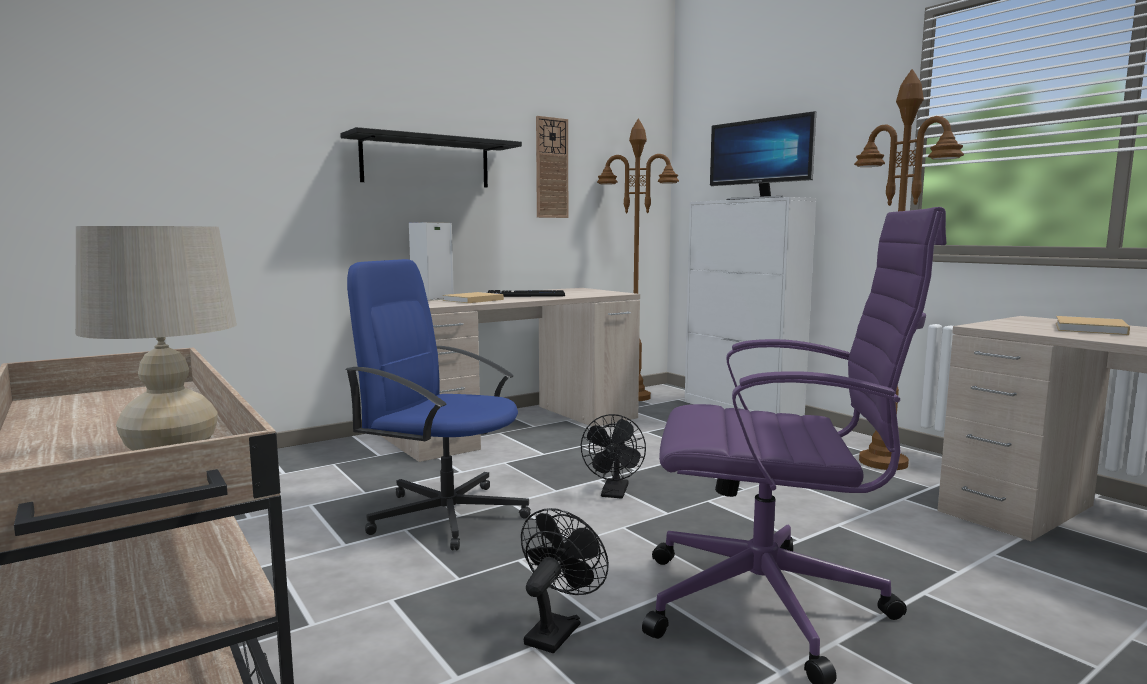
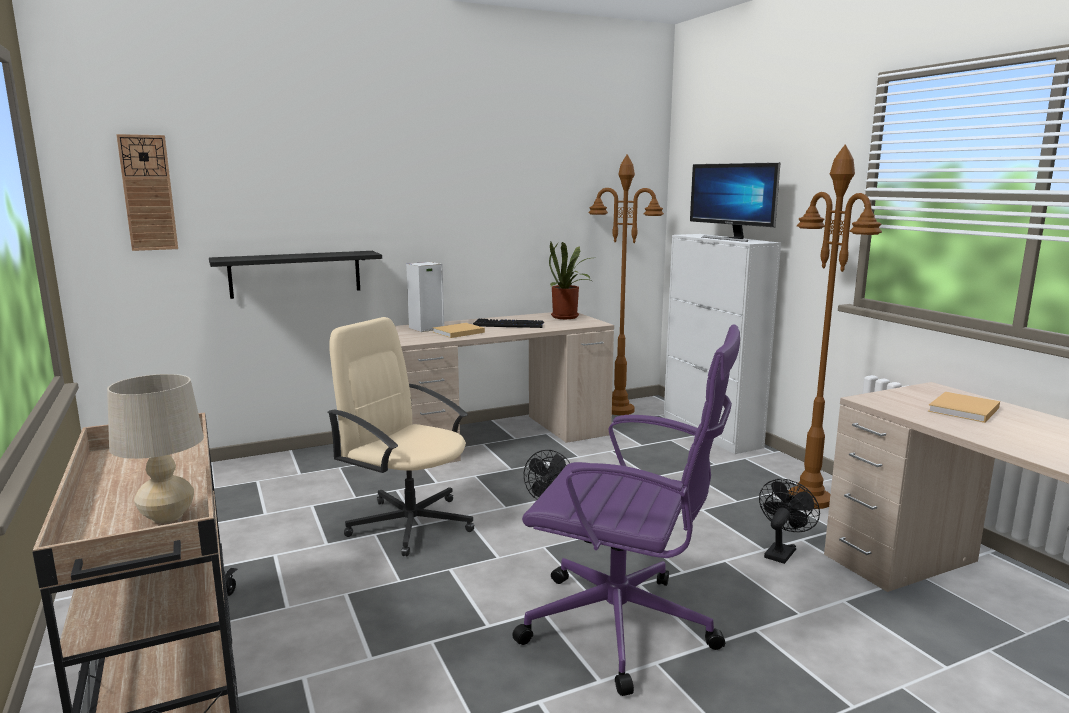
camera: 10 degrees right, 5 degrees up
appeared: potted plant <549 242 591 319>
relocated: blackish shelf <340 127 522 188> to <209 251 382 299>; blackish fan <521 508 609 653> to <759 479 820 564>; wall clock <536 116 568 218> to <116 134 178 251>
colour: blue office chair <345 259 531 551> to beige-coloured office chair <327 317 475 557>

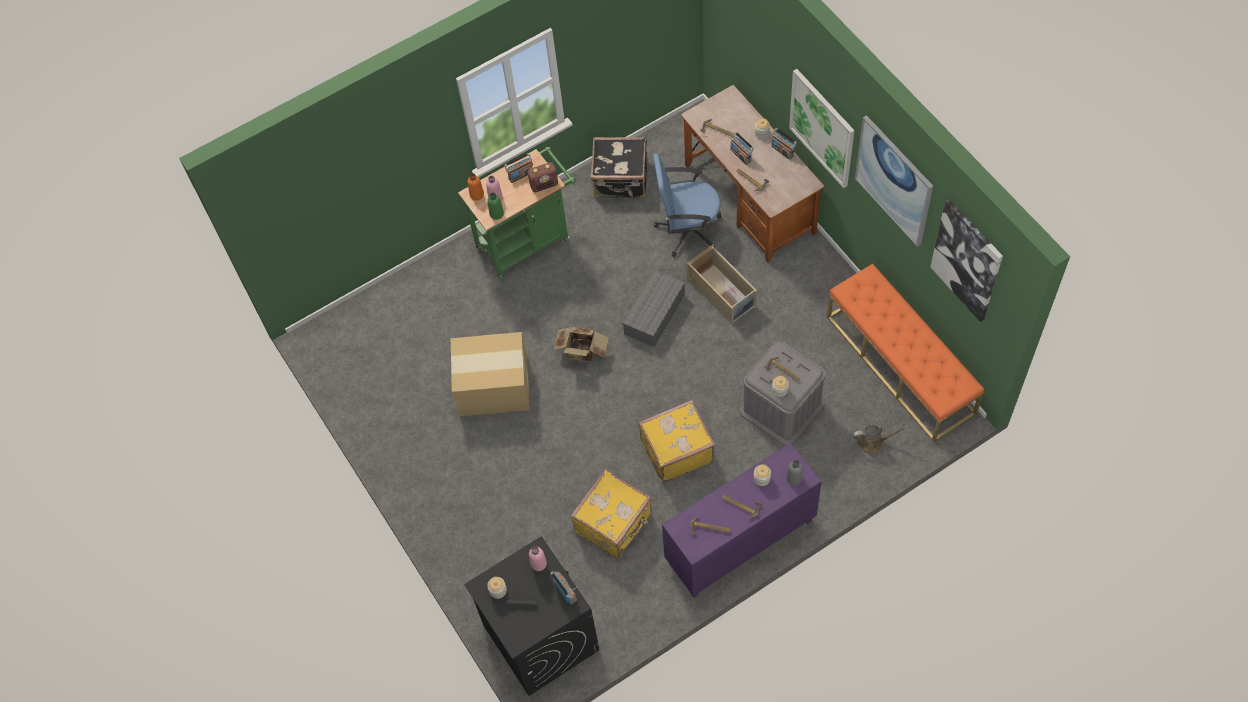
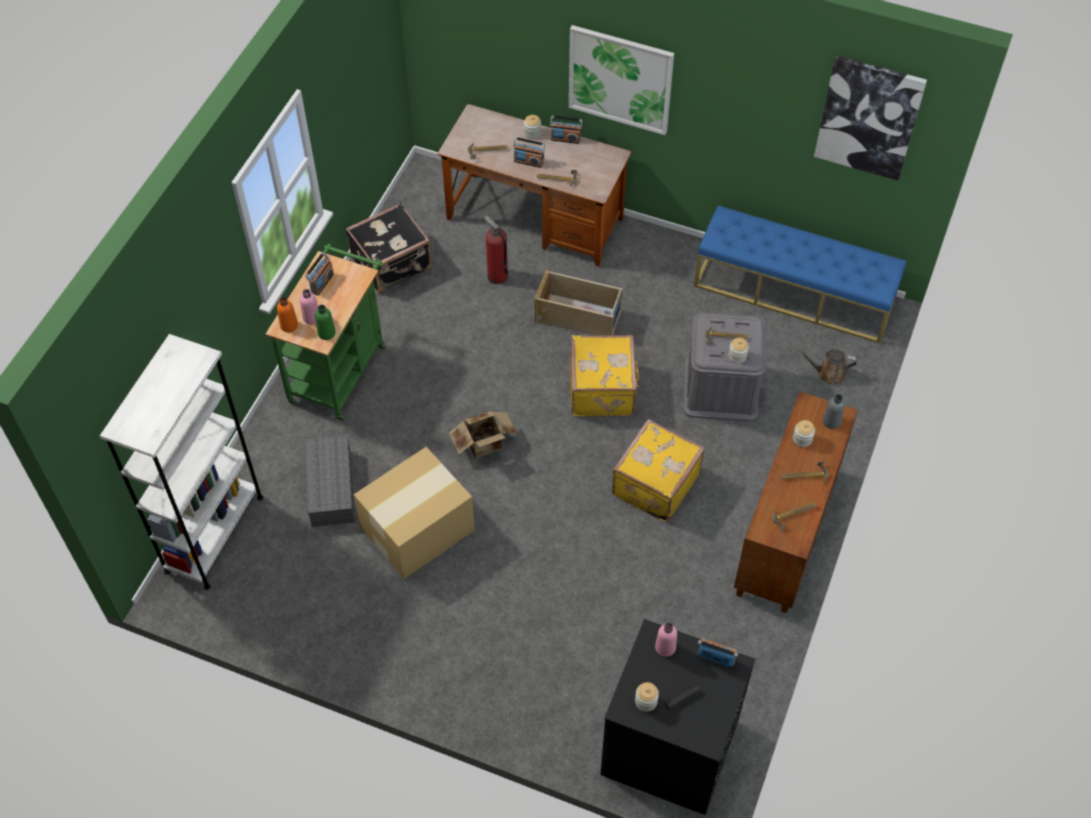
camera: 40 degrees left, 5 degrees down
missing: radio set <528 162 558 192>; picture <855 115 933 247>
appeared: white bookshelf <100 334 263 590>
relocated: yellowish travel case <571 470 652 558> to <570 335 639 417>; grey storage box <622 270 685 347> to <305 435 355 527>
exchanged: blue office chair <653 154 721 257> to extinguisher <485 216 508 285>
colour: purple cupboard <662 443 822 598> to brownish cupboard <734 392 858 613>; orange bench <827 264 984 442> to blue bench <694 205 907 344>
spun: brownish sprinkling can <853 425 909 454> = <797 348 857 385> 135 degrees counterclockwise

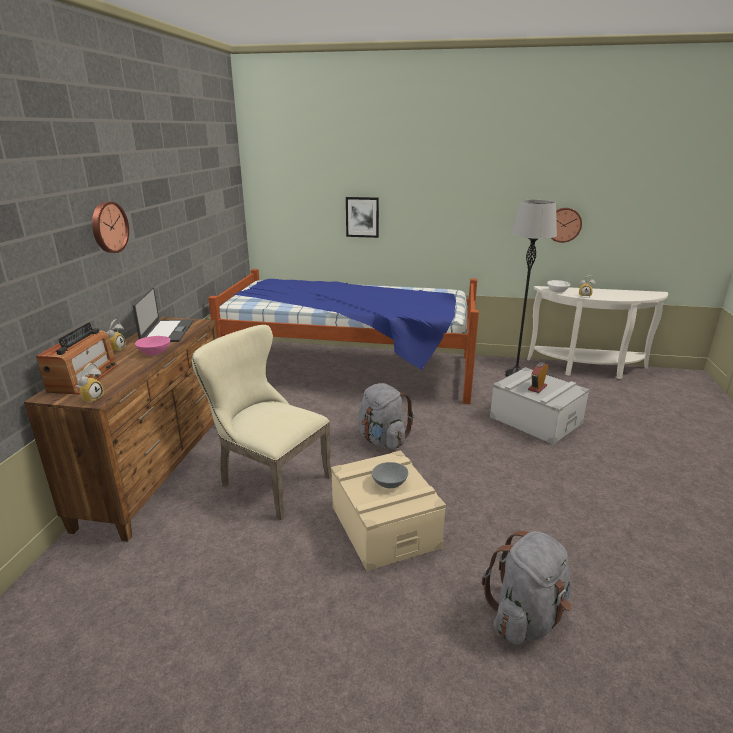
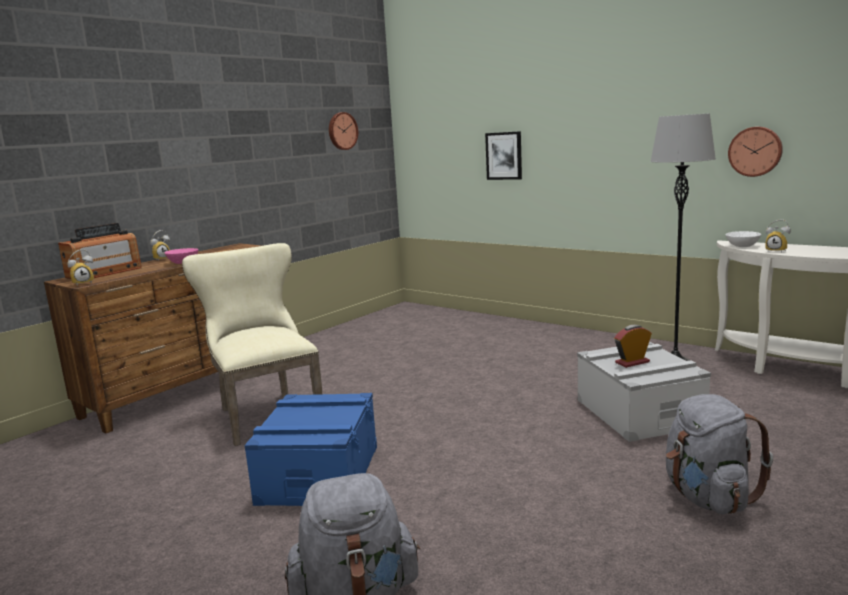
camera: 30 degrees right, 10 degrees down
missing: laptop <132 287 194 342>; bedroom bed <208 269 479 404>; grey serving bowl <372 462 408 488>
relocated: wall clock <92 202 129 253> to <329 112 358 150>; grey knapsack <358 383 414 449> to <666 394 773 514>
colour: beige-coloured storage box <331 450 446 571> to blue storage box <244 393 377 506>

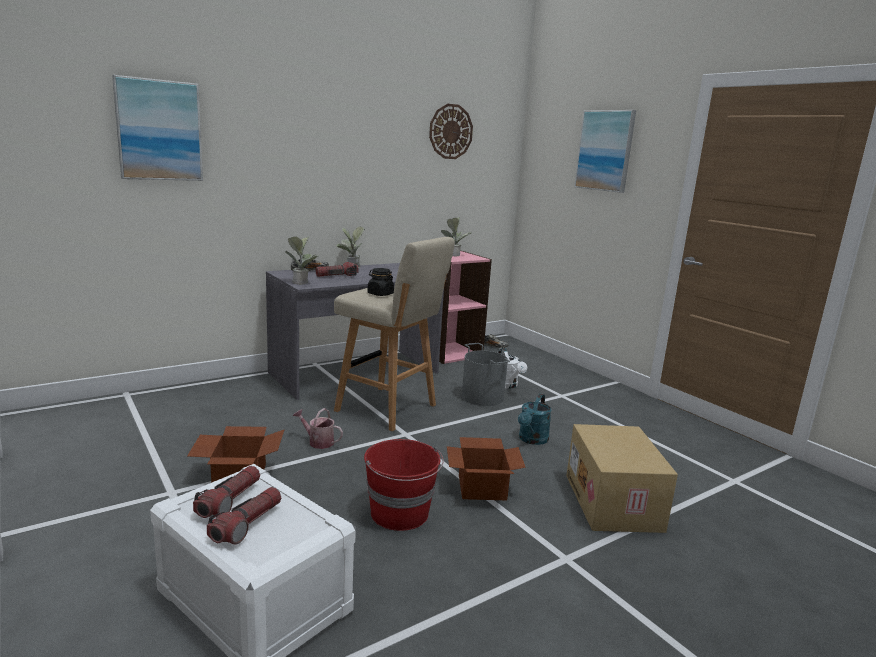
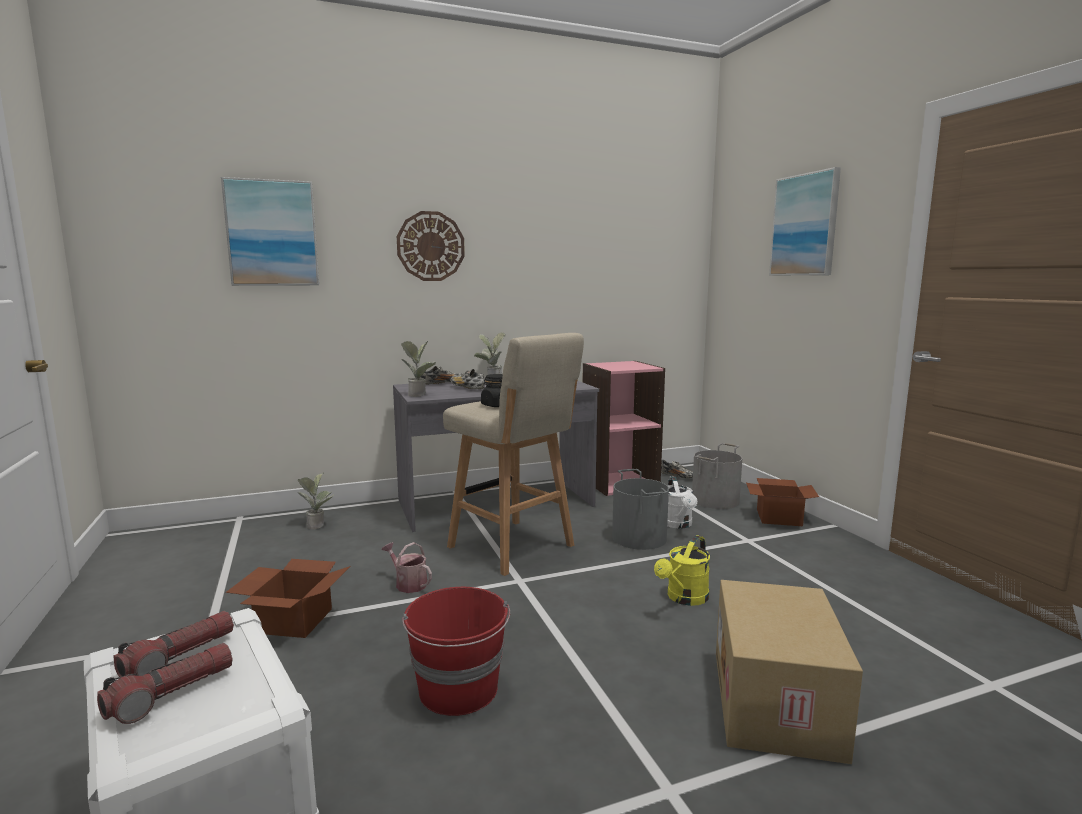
camera: 15 degrees right, 5 degrees down
appeared: grey bucket <692 443 742 509>
relocated: wall clock <429 104 473 159> to <397 211 465 281>; potted plant <441 217 472 257> to <297 473 334 529>; packing box <447 437 526 500> to <746 478 819 526>
exchanged: torch <316 262 358 277> to item of footwear <450 369 485 389>
colour: blue-green sprinkling can <518 394 552 445> to yellowish sprinkling can <654 535 710 606>

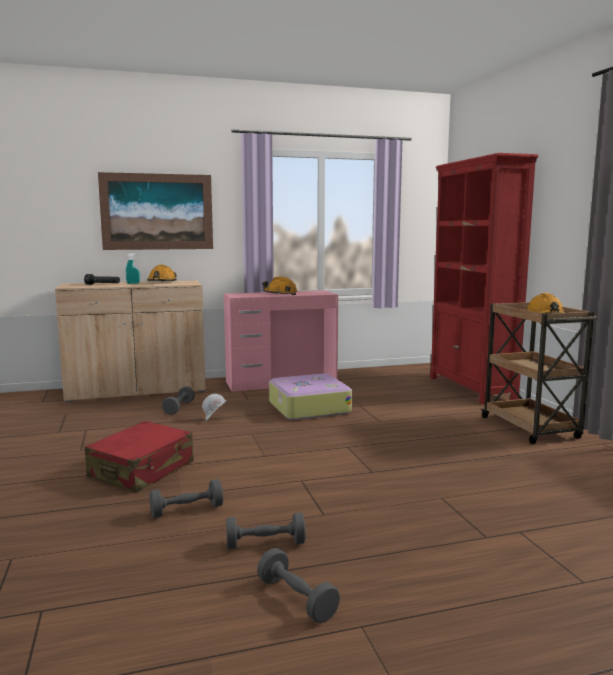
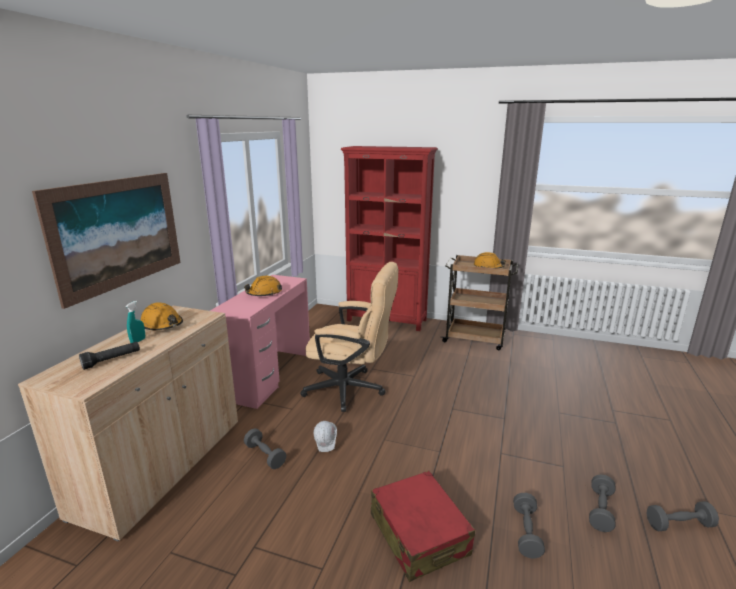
camera: 55 degrees left, 10 degrees up
exchanged: travel case <269 374 352 420> to beige-coloured office chair <300 262 398 412>

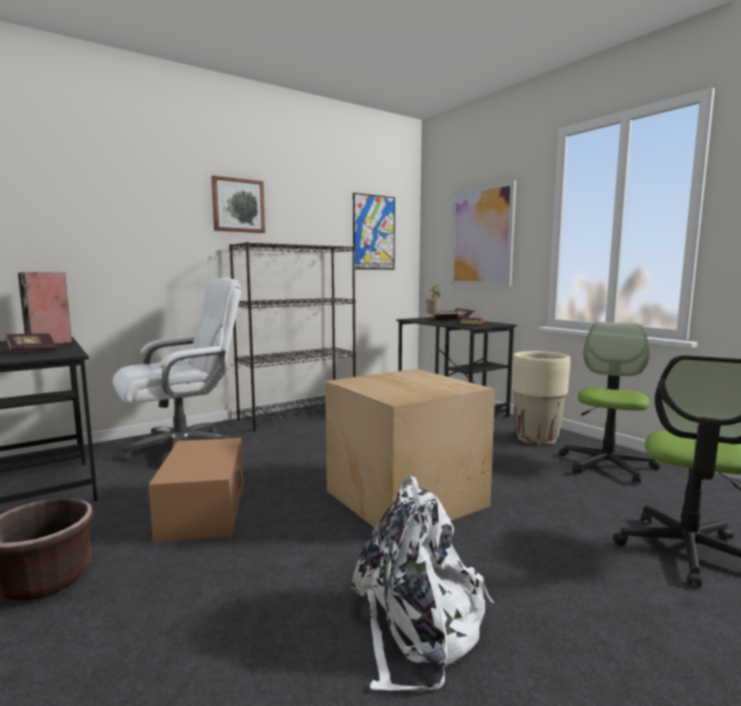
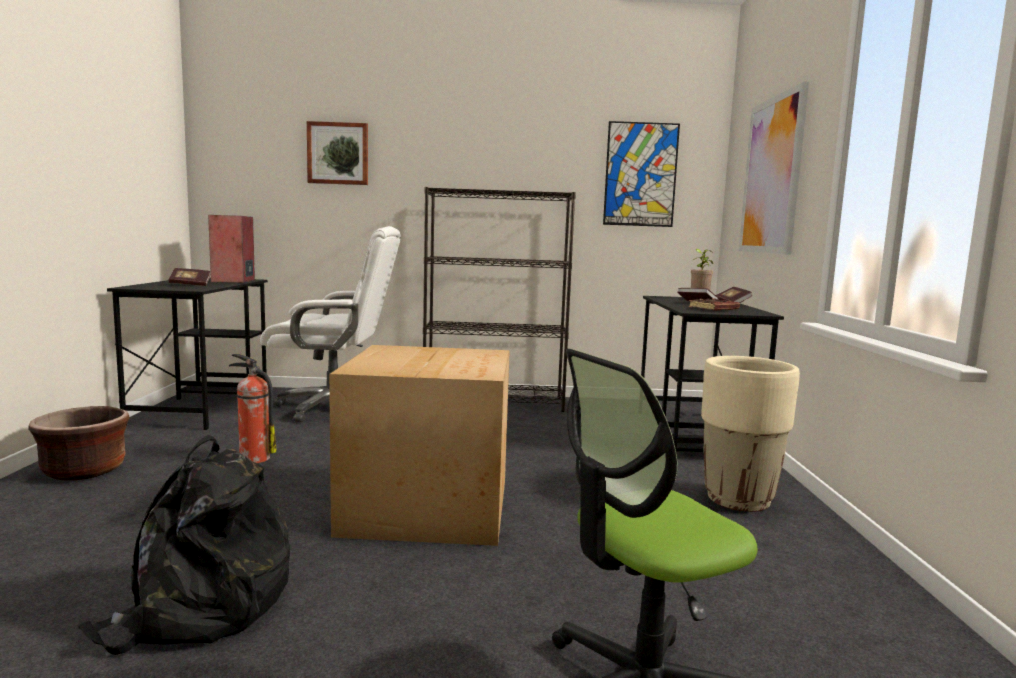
camera: 35 degrees right, 0 degrees up
missing: office chair <559 322 660 484>
relocated: picture <211 176 265 233> to <307 121 368 185>
exchanged: packing box <149 438 243 543> to extinguisher <229 354 277 463>
colour: white knapsack <351 475 494 690> to blackish knapsack <78 435 290 655>

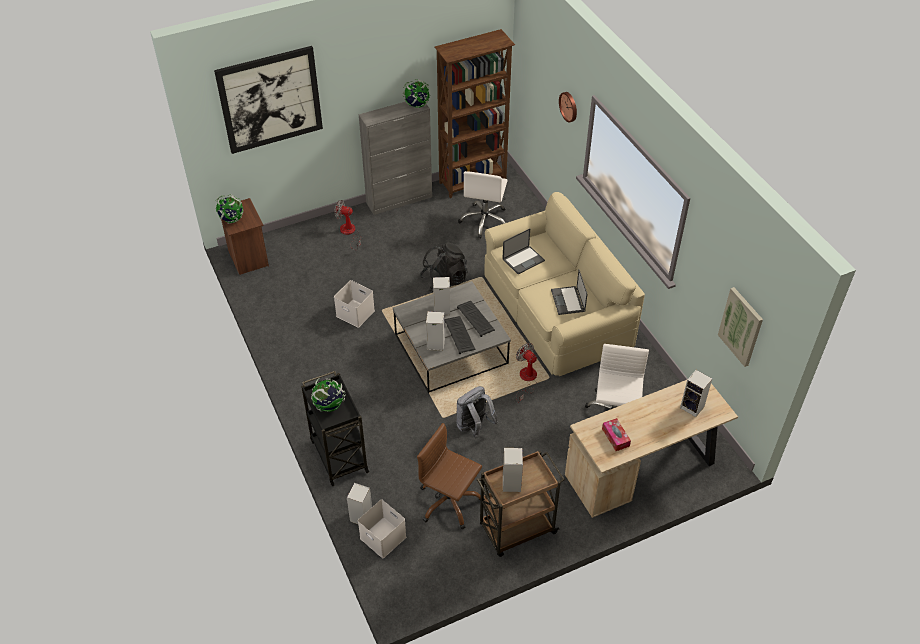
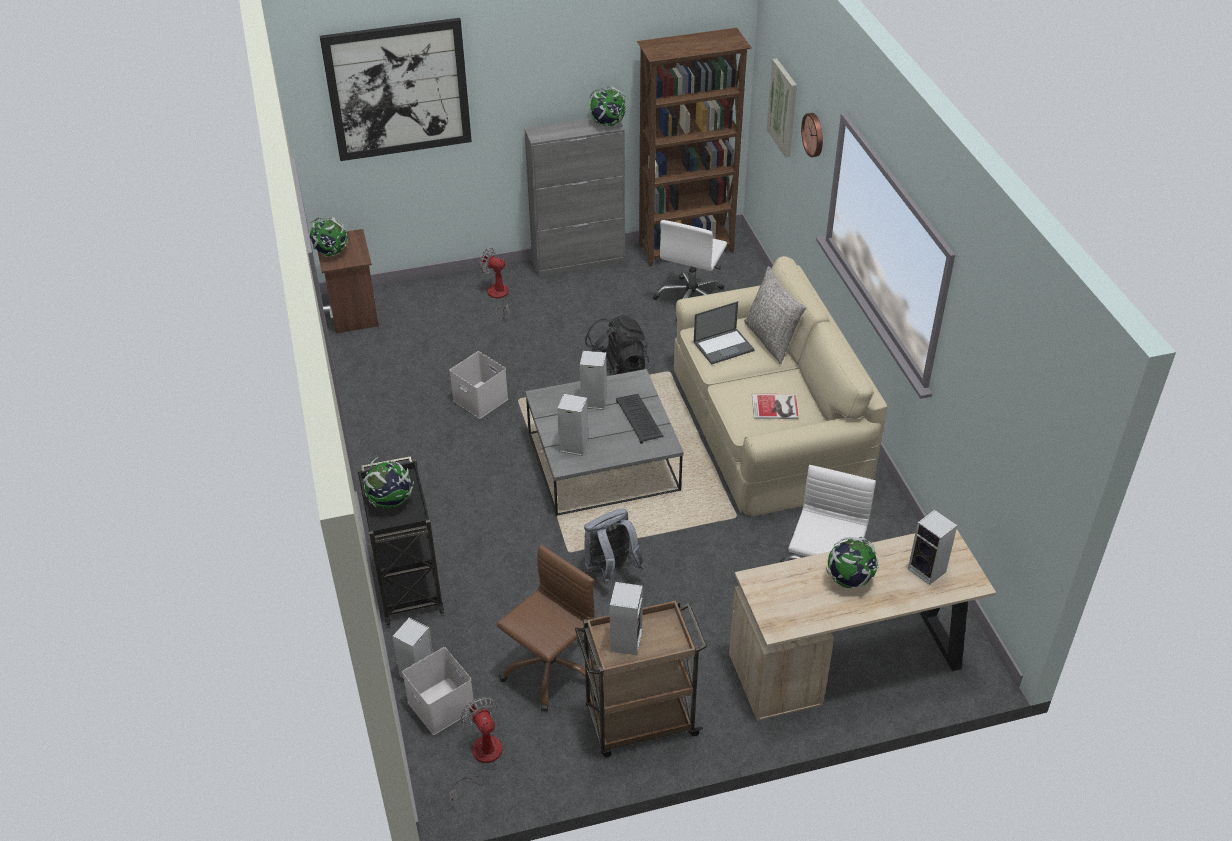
camera: 10 degrees right, 5 degrees down
missing: computer keyboard <445 316 476 354>; tissue holder <602 418 631 451>
appeared: grey cushion <744 266 806 364>; world globe <826 536 879 589>
relocated: fan <516 343 537 403> to <449 697 502 801>; picture <718 287 763 367> to <767 58 797 158>
exchanged: laptop <551 270 587 315> to book <752 394 799 419>
spun: brownish office chair <417 423 482 529> = <497 545 594 712> 90 degrees clockwise

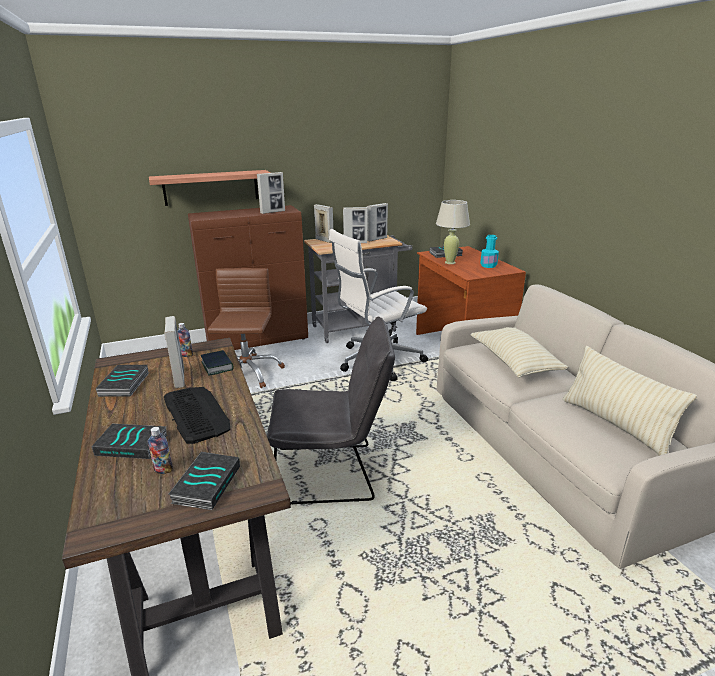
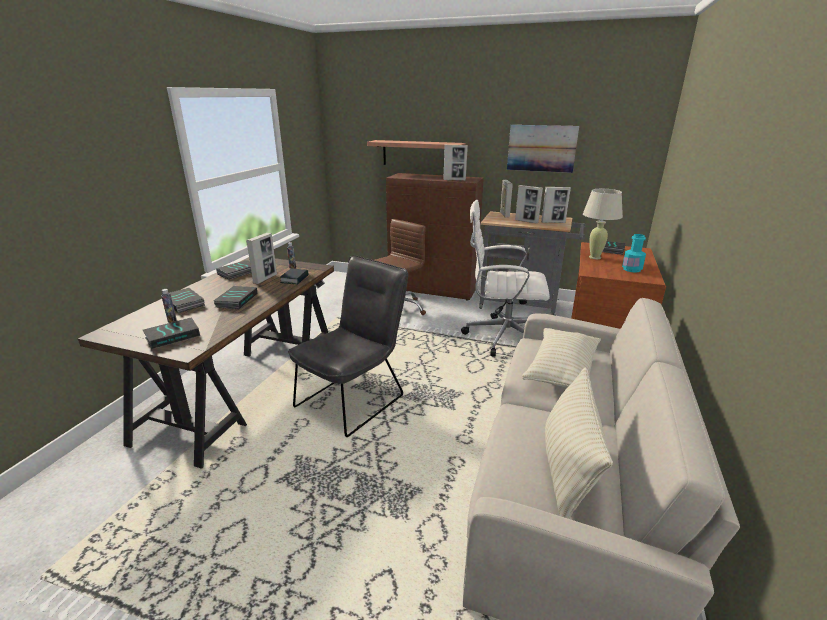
camera: 40 degrees right, 0 degrees up
appeared: picture <507 125 579 173>
exchanged: computer keyboard <164 387 230 444> to book <213 286 257 309>
spun: grey upright chair <267 317 395 504> = <288 255 408 437> 90 degrees counterclockwise

